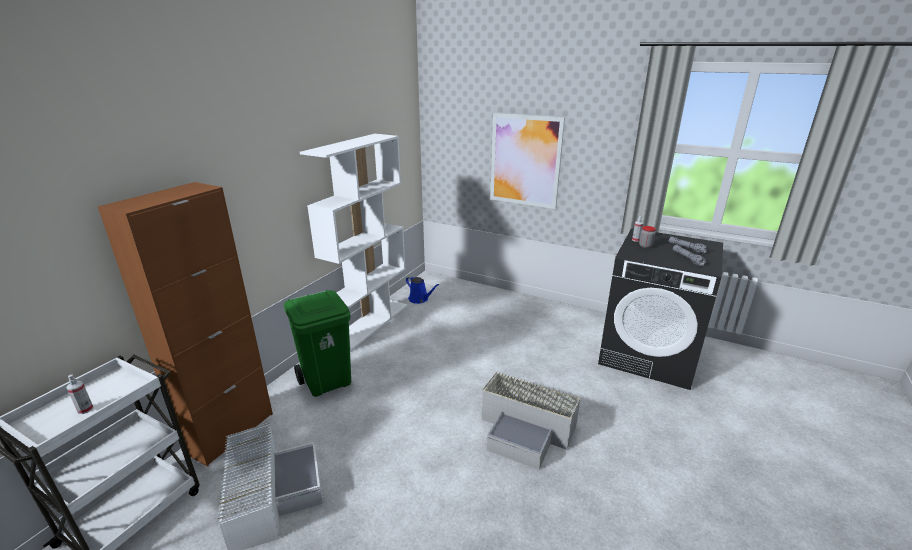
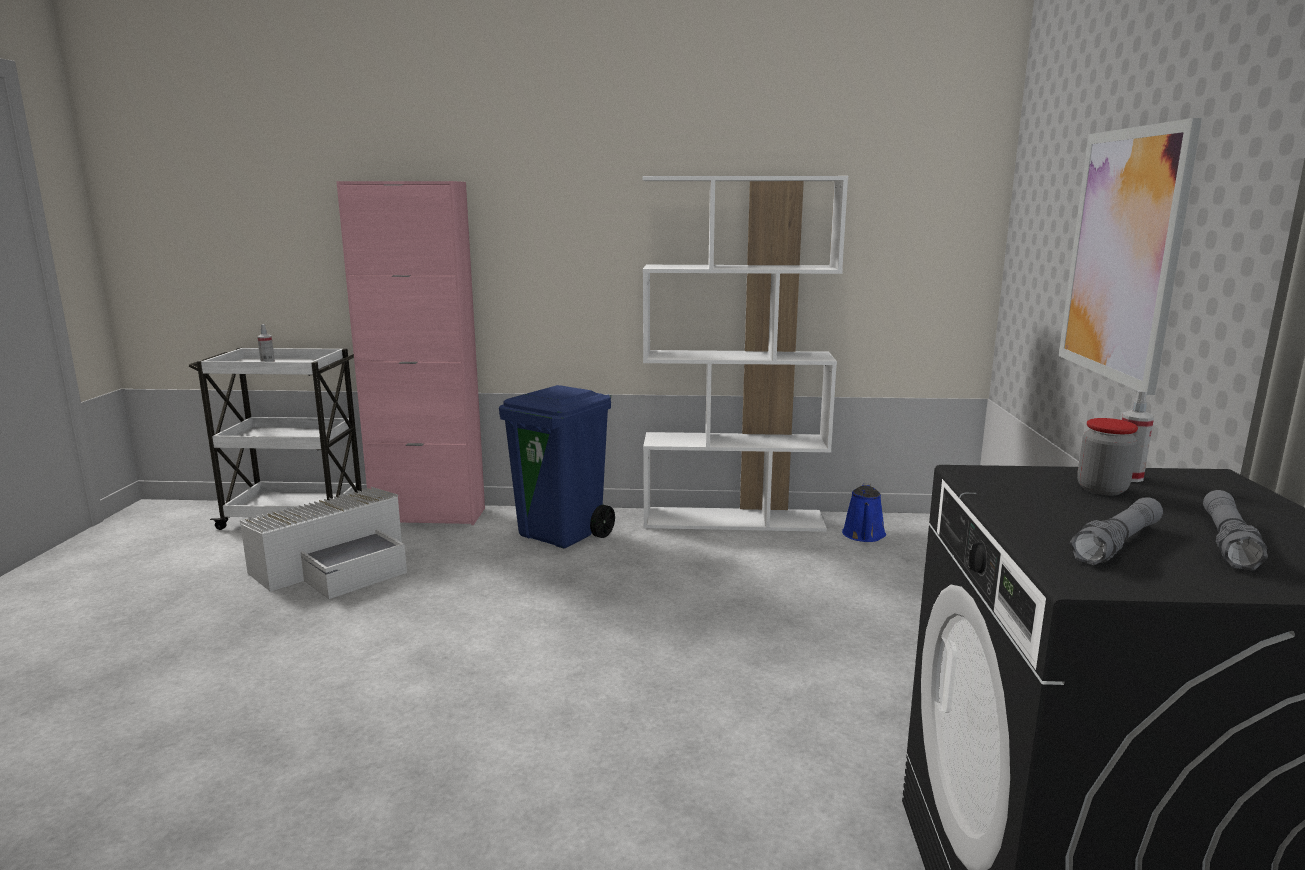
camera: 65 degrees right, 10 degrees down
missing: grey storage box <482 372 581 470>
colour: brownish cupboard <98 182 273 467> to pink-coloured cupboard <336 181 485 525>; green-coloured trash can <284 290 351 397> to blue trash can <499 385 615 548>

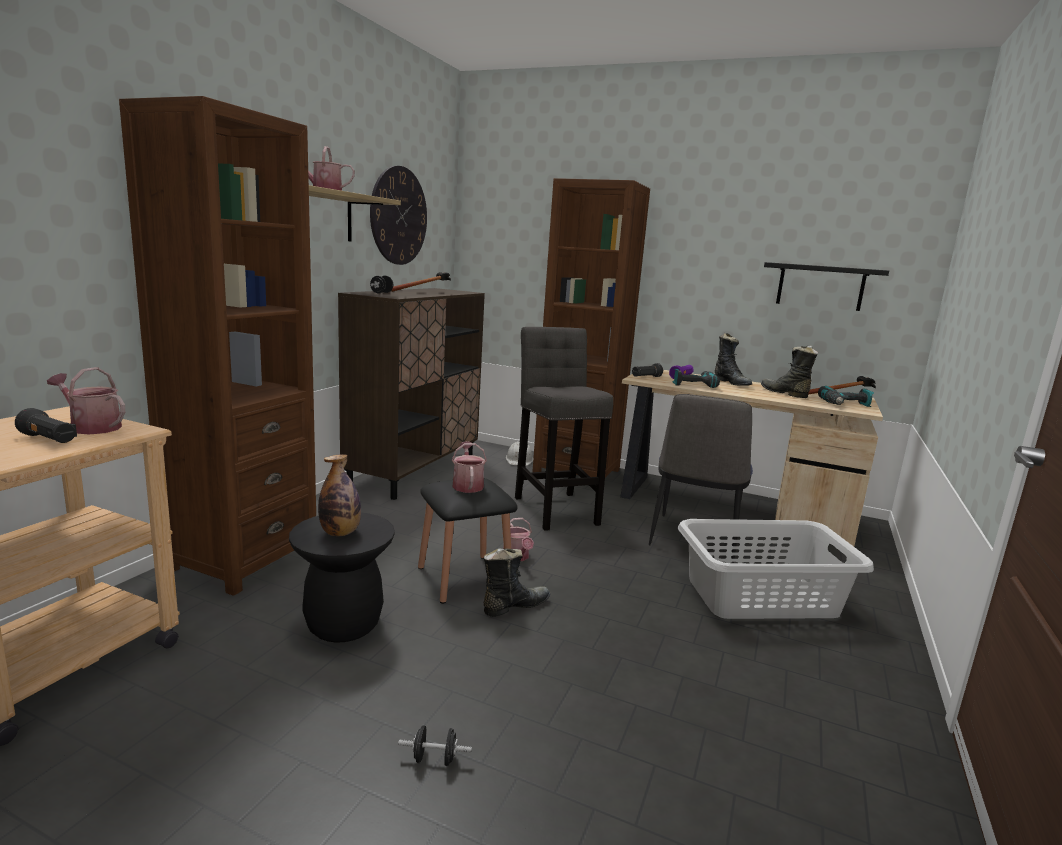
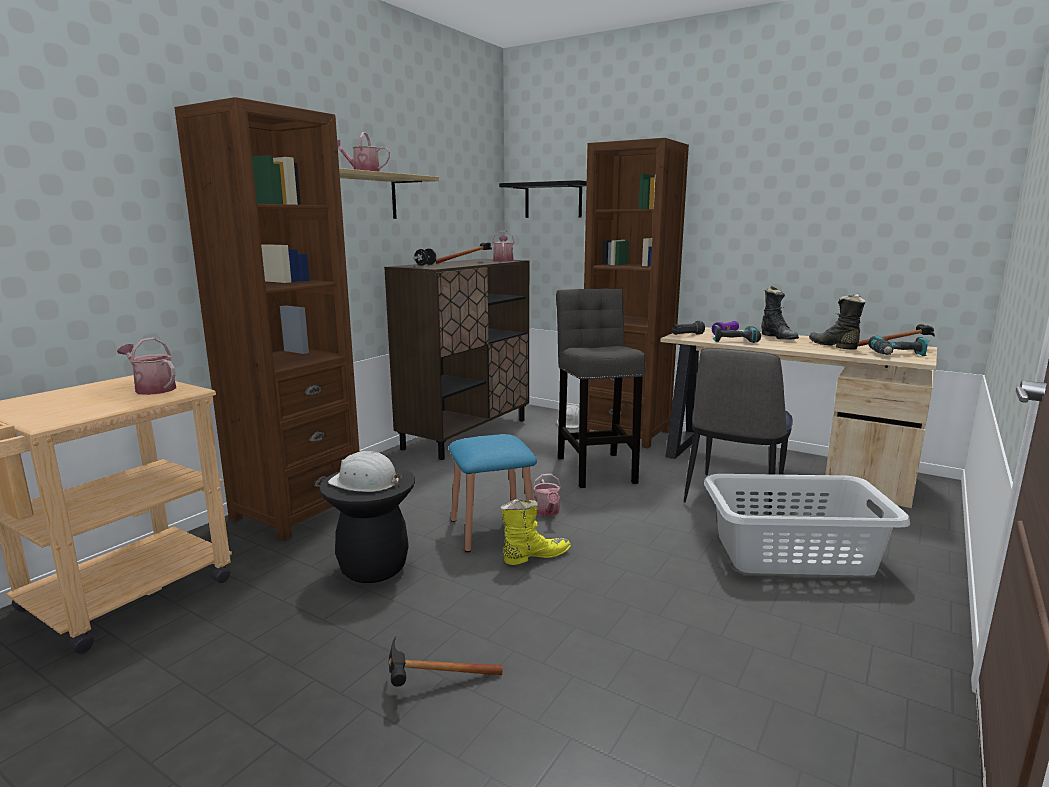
camera: 10 degrees right, 0 degrees up
missing: blackish torch <15 408 77 443>; wall clock <370 166 427 265>
relocated: sprinkling can <452 441 487 493> to <492 231 514 262>; blackish shelf <764 262 889 311> to <499 180 587 218>
exchanged: beverage bottle <318 454 361 536> to white work helmet <328 451 402 492>; blackish hand weight <398 726 472 766> to hammer <389 636 503 687>
colour: blackish sitting stool <418 478 518 604> to blue sitting stool <449 434 537 552>; blackish tall boot <483 548 550 617> to yellowish tall boot <500 499 571 565>

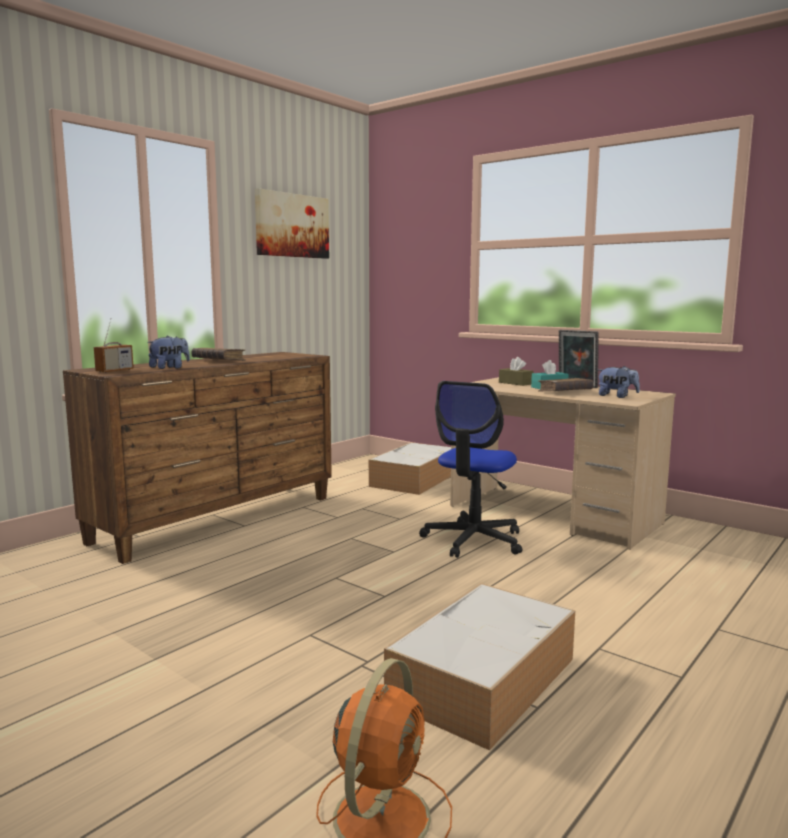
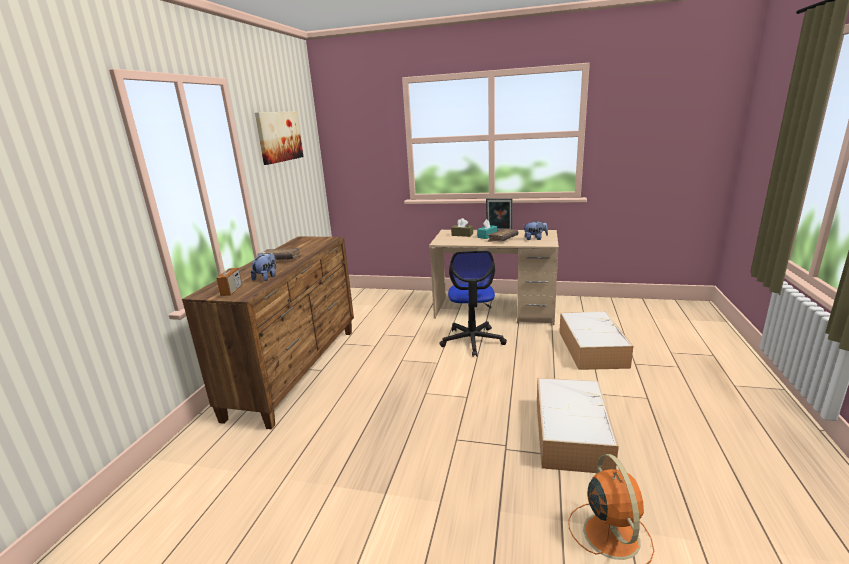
camera: 25 degrees left, 10 degrees up
relocated: storage box <369 442 451 495> to <559 311 633 370>

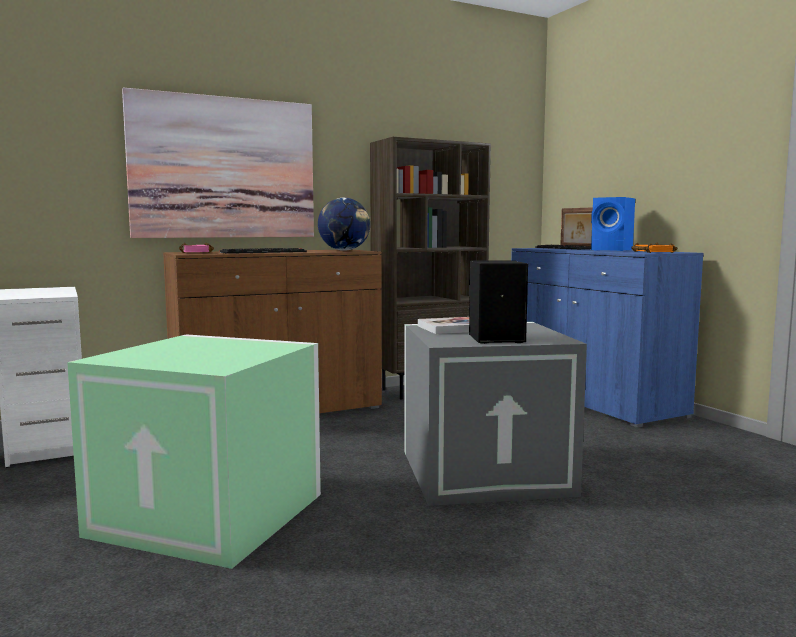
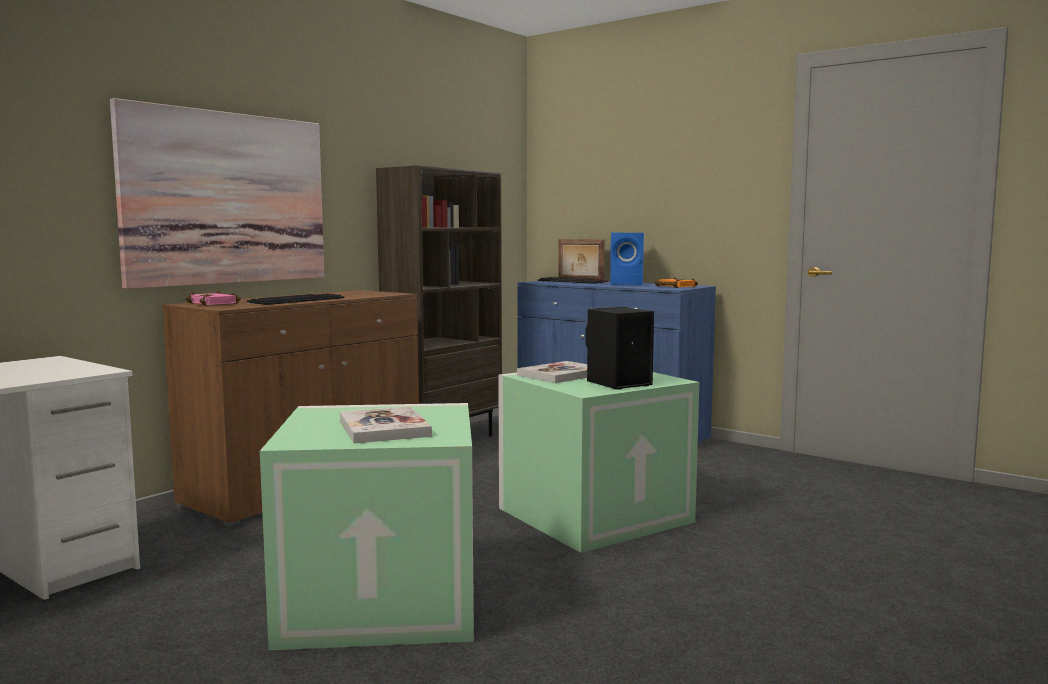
camera: 25 degrees left, 0 degrees up
missing: world globe <318 198 370 251>
appeared: book <340 406 432 443>
colour: grey storage box <404 322 587 506> to green-coloured storage box <498 372 699 553>

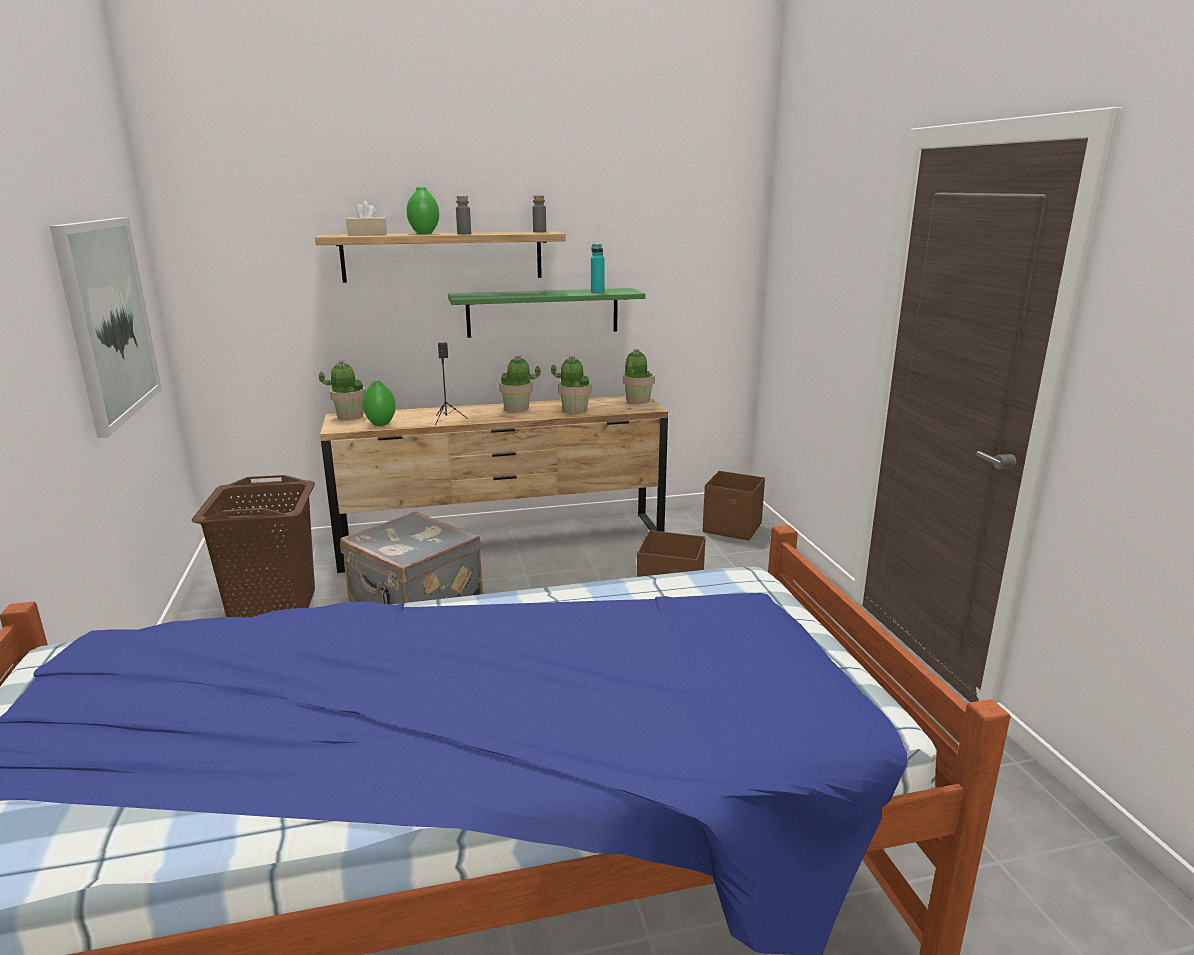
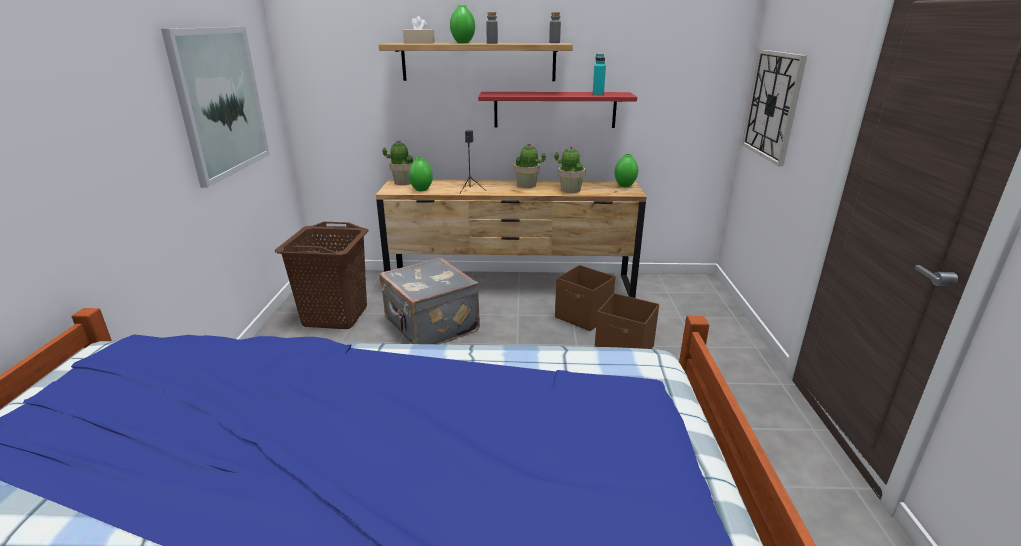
camera: 15 degrees right, 5 degrees up
appeared: wall clock <742 50 807 166>
relocated: brownish storage box <703 471 765 541> to <555 265 615 331>
exchanged: potted plant <622 348 655 404> to green-coloured decorative vase <614 154 638 187>
colour: green-coloured shelf <448 288 646 338> to red-coloured shelf <478 92 637 128>

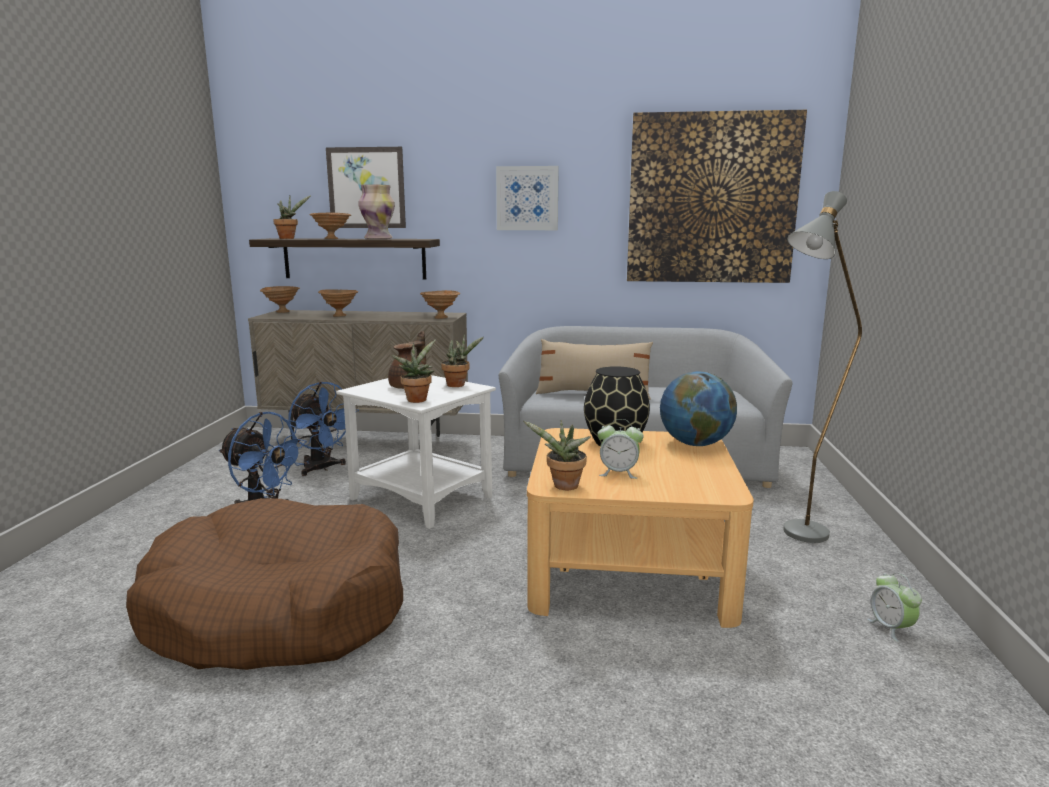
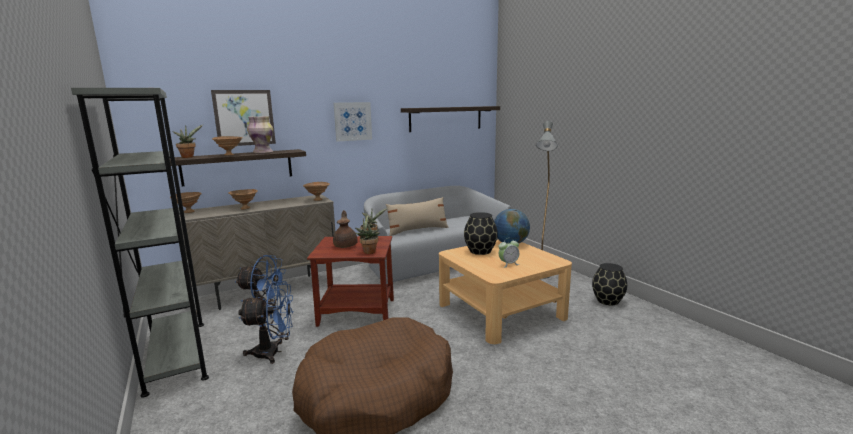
camera: 35 degrees left, 0 degrees up
missing: potted plant <523 420 591 490>
appeared: grey bookshelf <71 88 209 398>
exchanged: picture <627 110 807 283> to shelf <401 106 500 132>; alarm clock <867 573 922 642> to blackish decorative vase <592 263 627 305>
colour: white accent table <336 375 496 529> to brownish accent table <307 236 394 327>

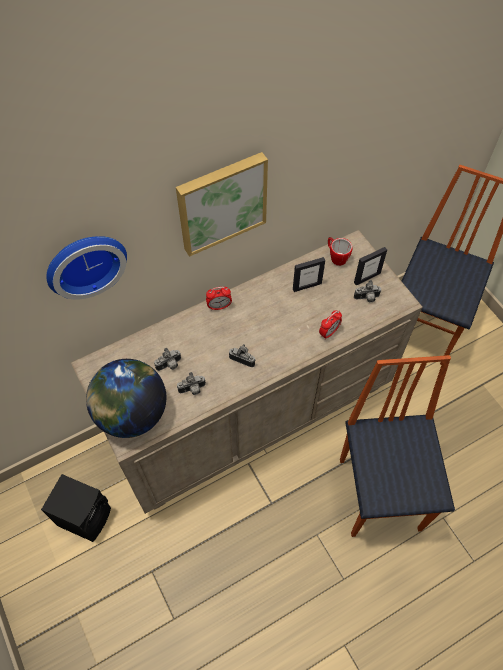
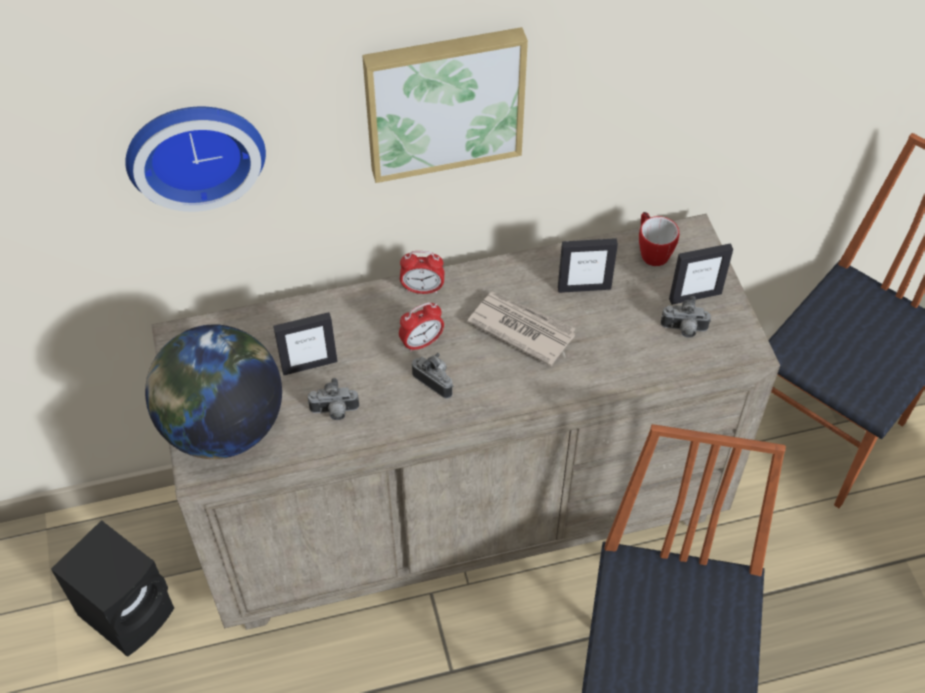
camera: 15 degrees right, 5 degrees down
appeared: printed paper <467 292 576 366>
relocated: alarm clock <319 310 342 339> to <399 302 444 352>
exchanged: still camera <154 348 181 371> to standing frame <273 312 337 375>

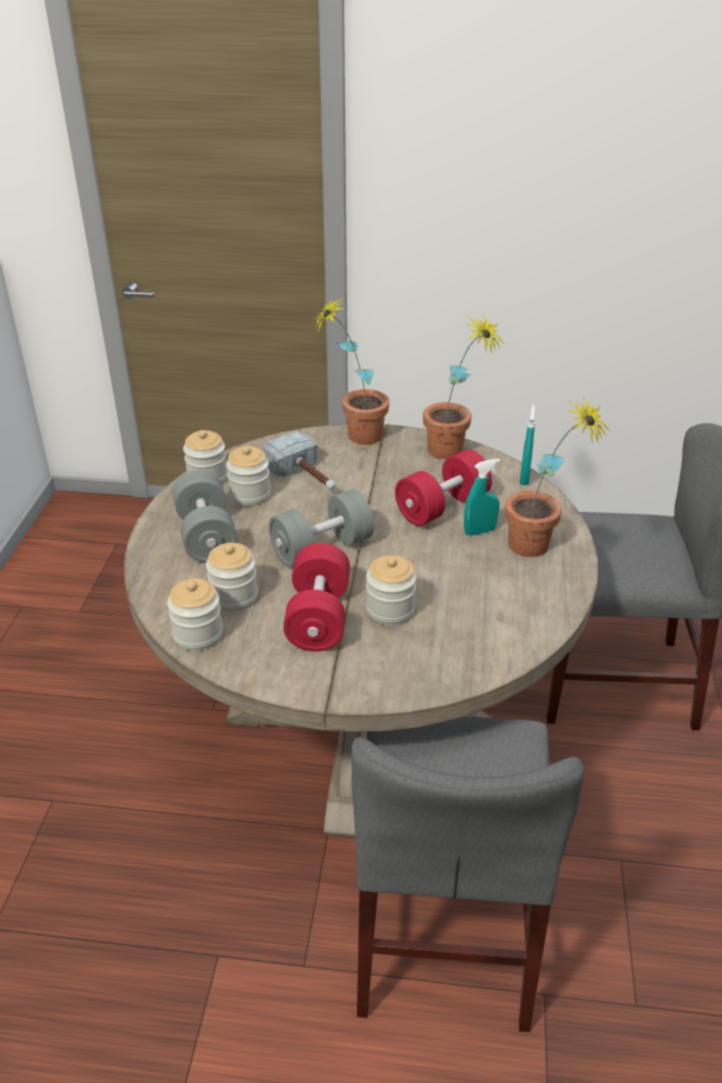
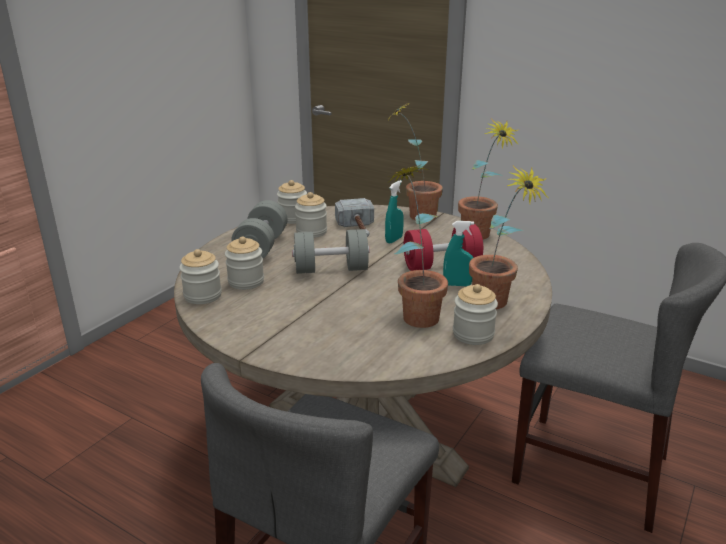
camera: 25 degrees right, 10 degrees down
missing: red-coloured hand weight <283 543 350 652>
appeared: potted plant <387 164 448 328>
relocated: storage jar <366 555 416 625> to <453 284 498 345>; blue-green hand sprayer <520 405 536 485> to <385 180 404 244>

